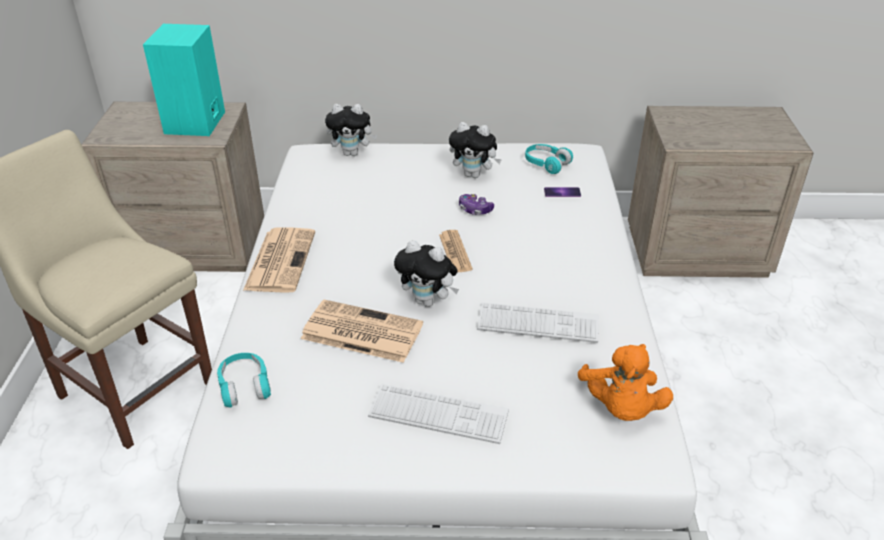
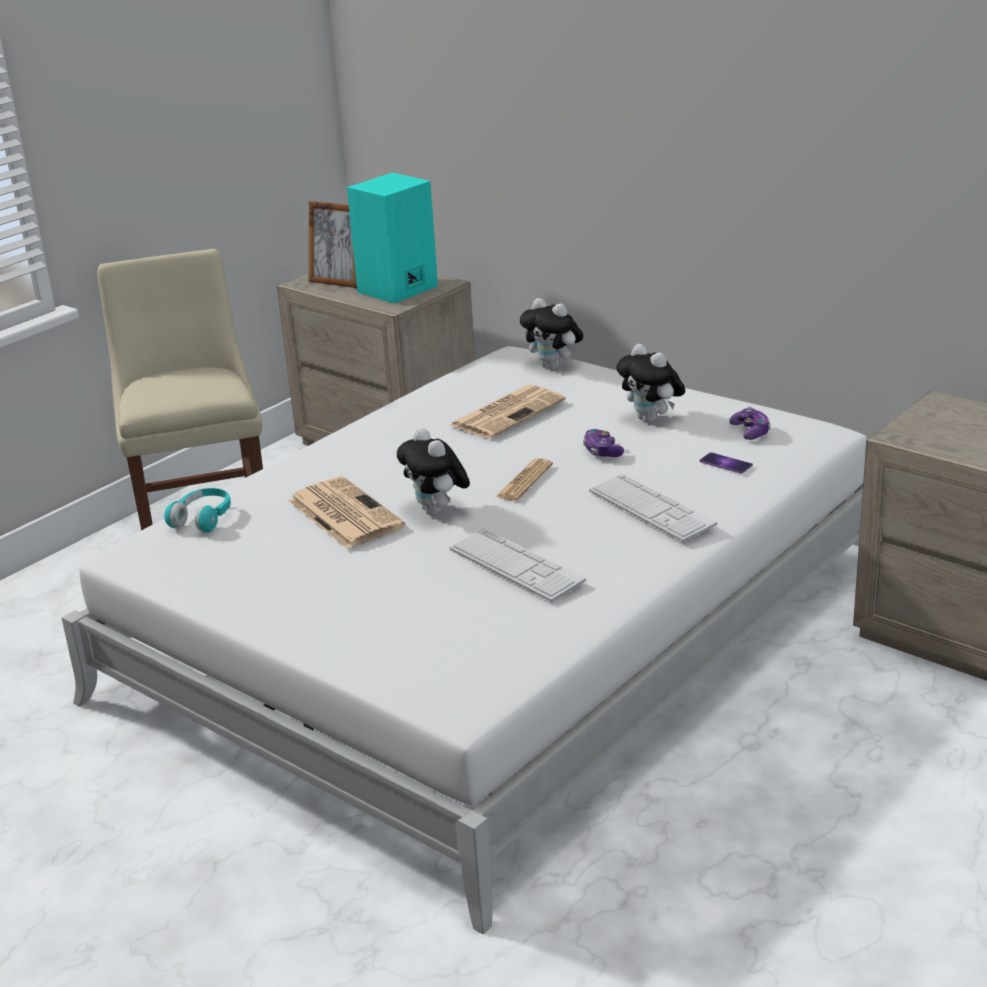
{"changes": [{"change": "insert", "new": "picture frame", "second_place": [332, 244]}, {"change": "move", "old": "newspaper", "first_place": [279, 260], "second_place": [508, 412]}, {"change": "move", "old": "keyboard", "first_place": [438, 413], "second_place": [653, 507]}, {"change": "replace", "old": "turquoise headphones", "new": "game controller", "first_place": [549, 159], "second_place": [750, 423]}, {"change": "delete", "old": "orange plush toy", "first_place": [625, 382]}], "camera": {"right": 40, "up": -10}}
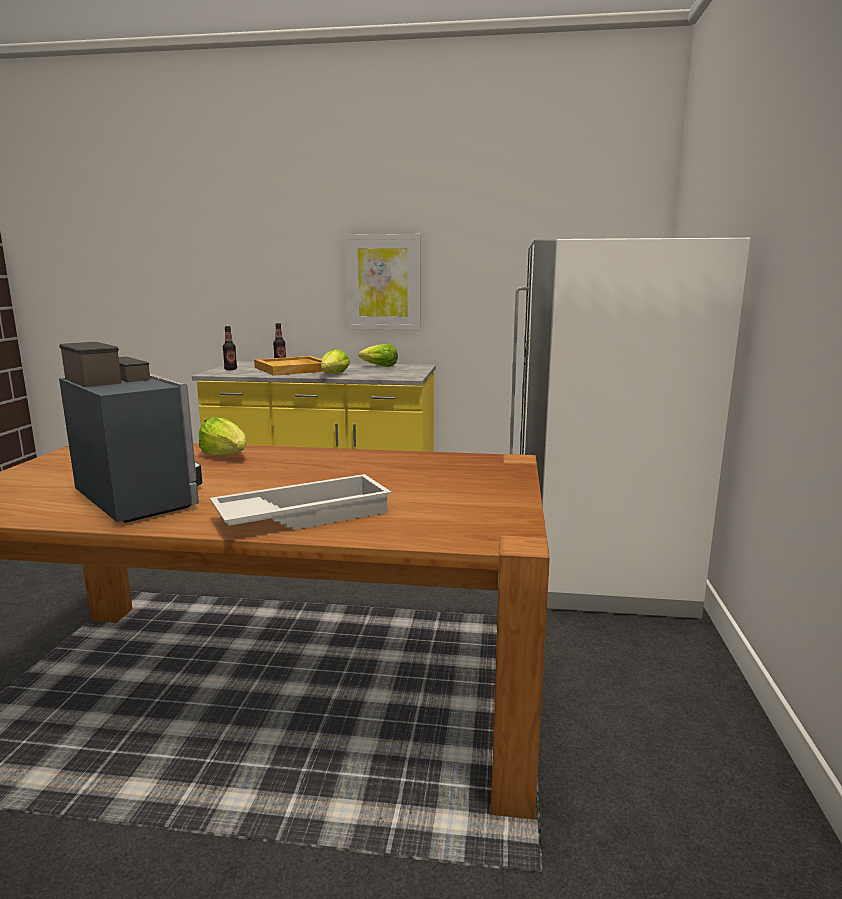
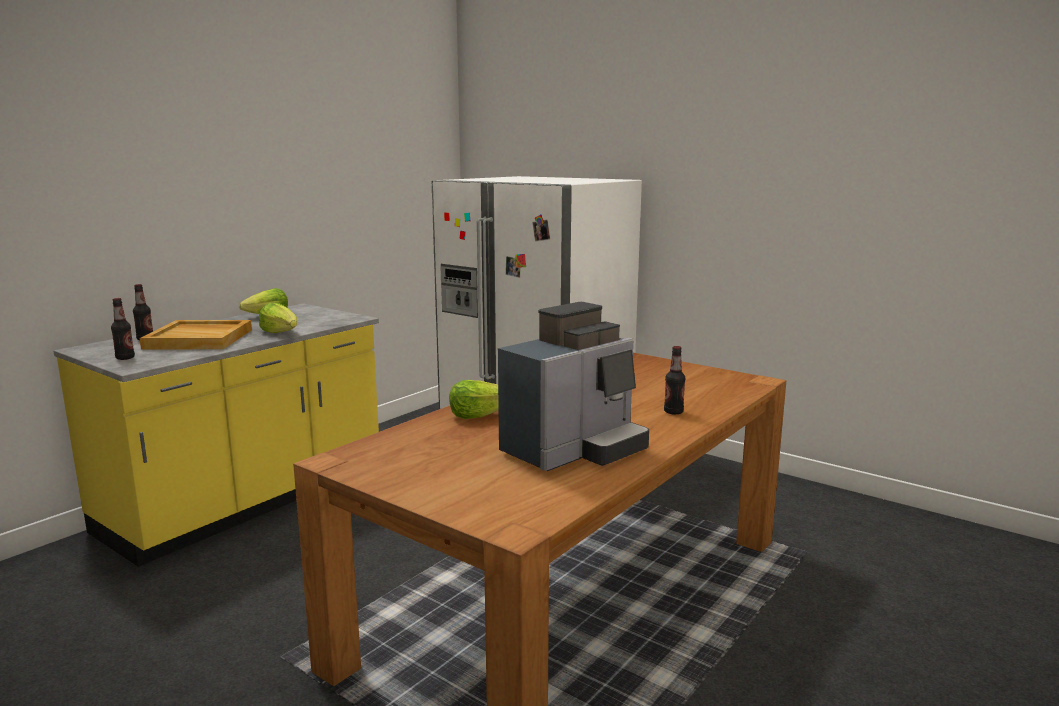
{"changes": [{"change": "rotate", "old": "coffee machine", "first_place": [130, 432], "second_place": [573, 386], "degrees": 150}, {"change": "replace", "old": "white tray", "new": "bottle", "first_place": [301, 502], "second_place": [674, 380]}, {"change": "delete", "old": "picture", "first_place": [383, 282]}], "camera": {"right": -60, "up": 0}}
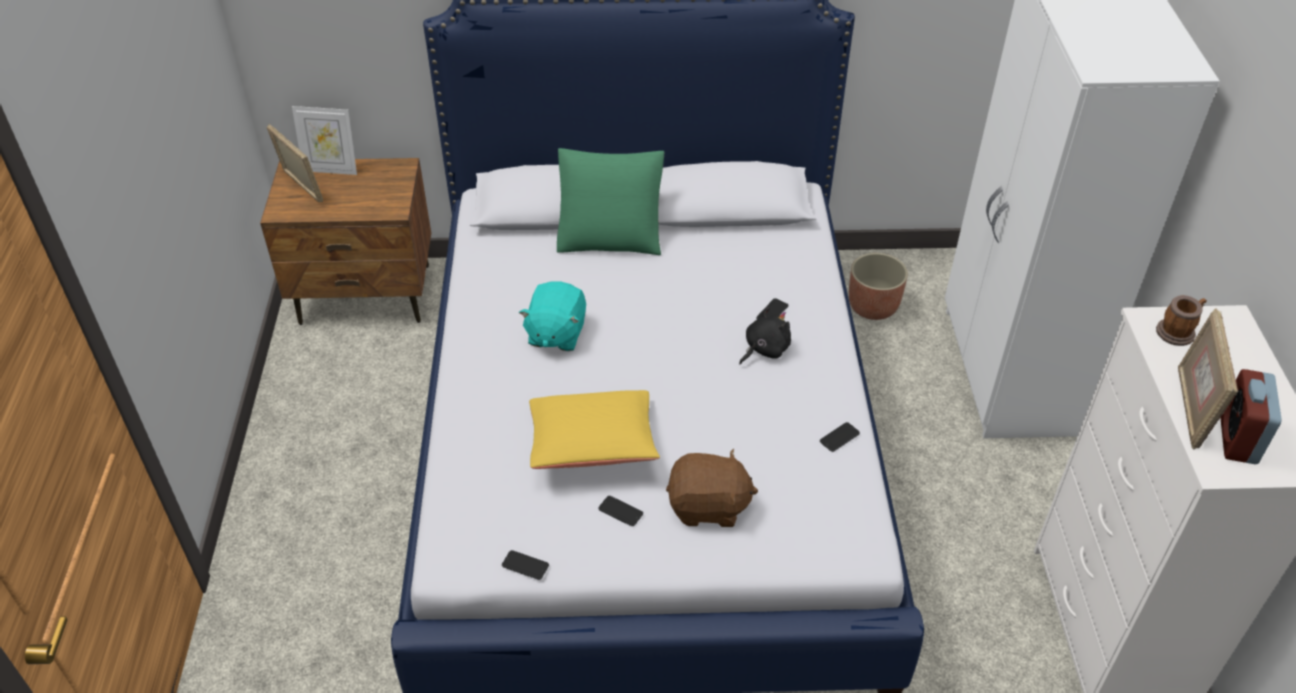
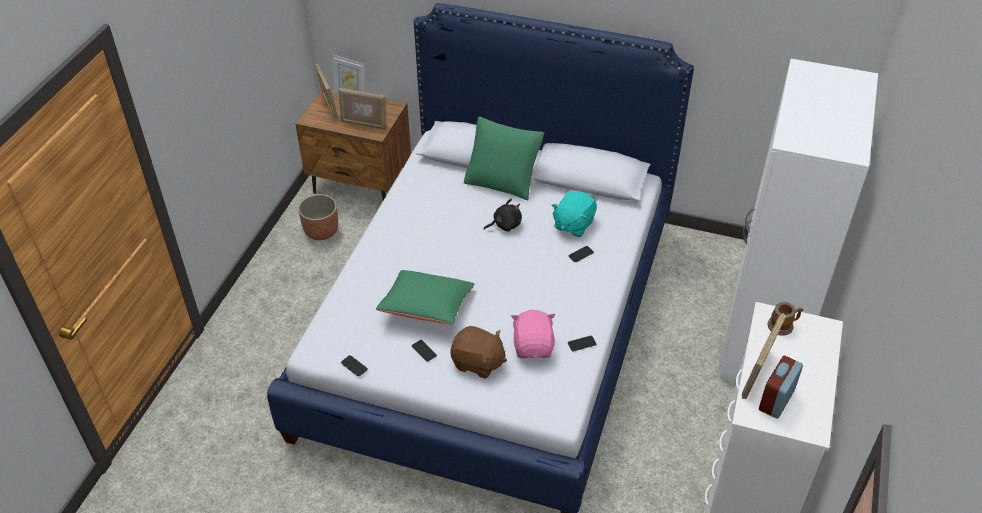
{"changes": [{"change": "move", "old": "planter", "first_place": [878, 286], "second_place": [318, 217]}, {"change": "insert", "new": "picture frame", "second_place": [362, 109]}, {"change": "recolor", "old": "yellow pillow", "new": "green pillow", "first_place": [594, 429], "second_place": [425, 297]}, {"change": "move", "old": "black plush toy", "first_place": [765, 335], "second_place": [503, 215]}, {"change": "insert", "new": "pink plush toy", "second_place": [533, 334]}, {"change": "move", "old": "turquoise plush toy", "first_place": [552, 316], "second_place": [574, 214]}], "camera": {"right": 20, "up": 0}}
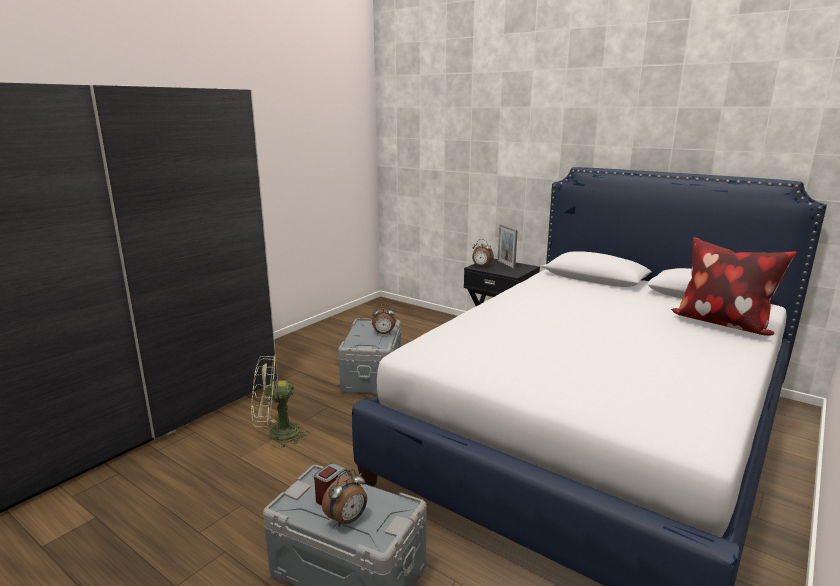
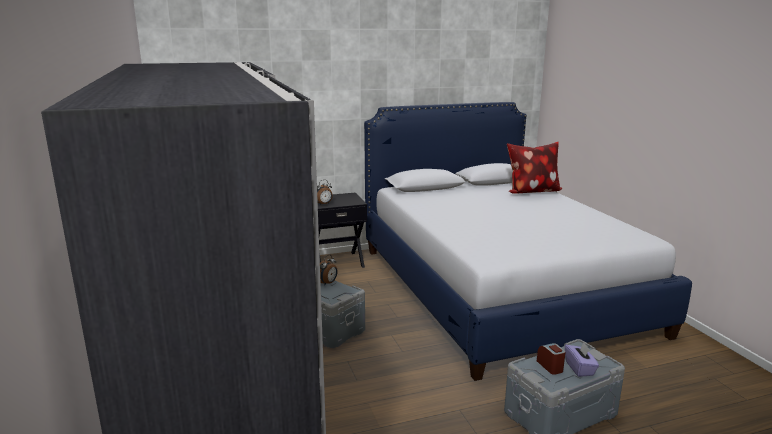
{"changes": [{"change": "replace", "old": "alarm clock", "new": "purple tissue box", "first_place": [344, 498], "second_place": [582, 359]}, {"change": "delete", "old": "green fan", "first_place": [280, 402]}, {"change": "delete", "old": "picture frame", "first_place": [508, 247]}], "camera": {"right": -55, "up": 0}}
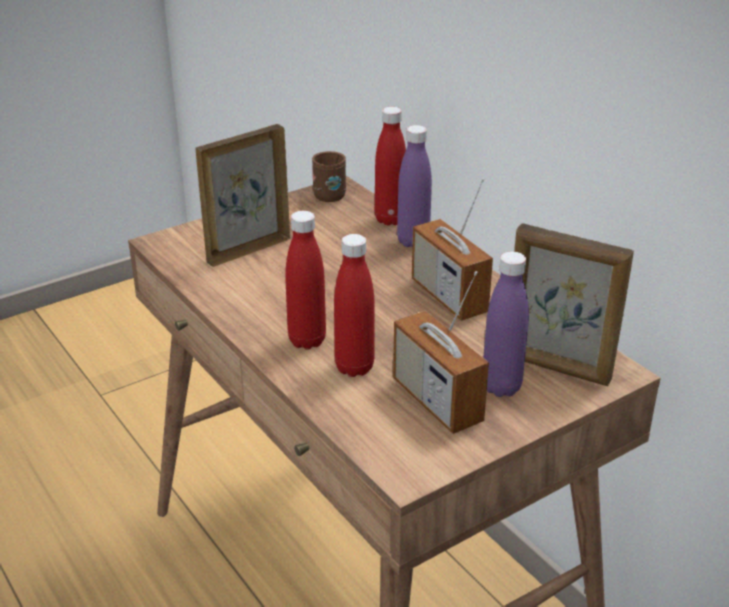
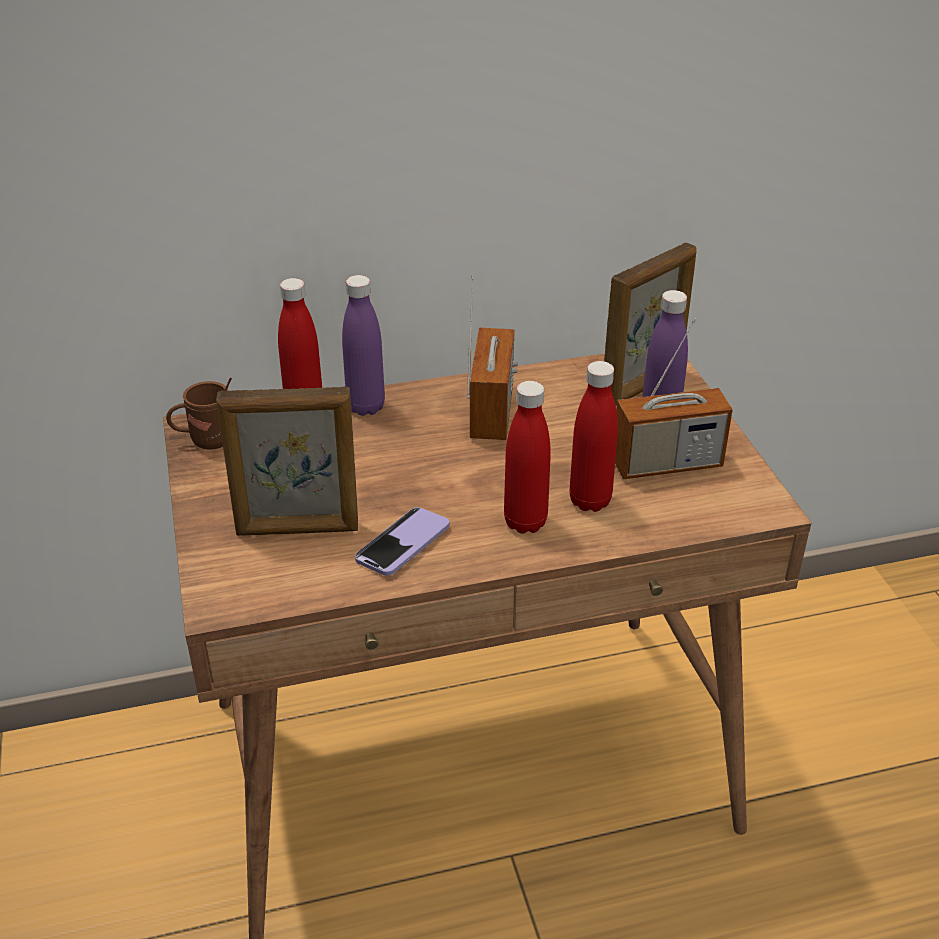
{"changes": [{"change": "rotate", "old": "picture frame", "first_place": [242, 195], "second_place": [287, 461], "degrees": -75}, {"change": "insert", "new": "phone", "second_place": [402, 541]}, {"change": "rotate", "old": "radio", "first_place": [452, 249], "second_place": [492, 357], "degrees": -75}], "camera": {"right": -70, "up": 5}}
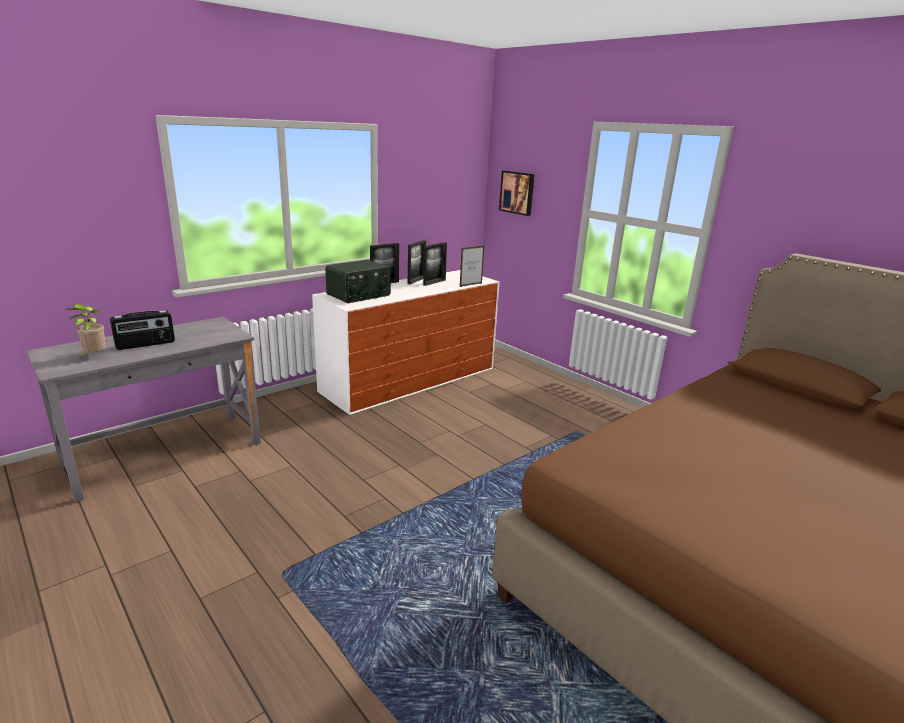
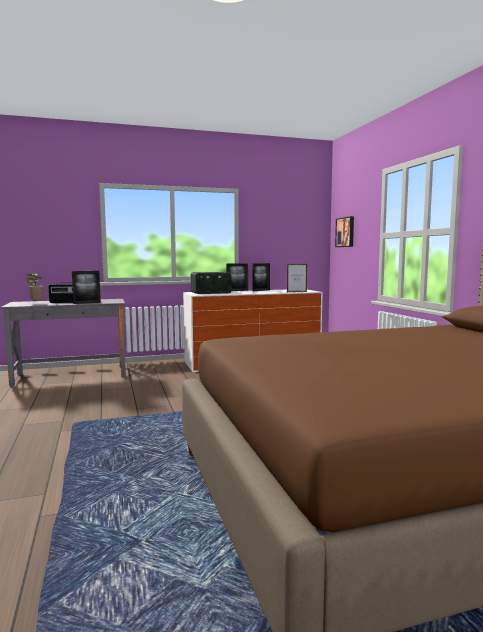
{"changes": [{"change": "move", "old": "picture frame", "first_place": [435, 264], "second_place": [86, 287]}], "camera": {"right": 25, "up": -15}}
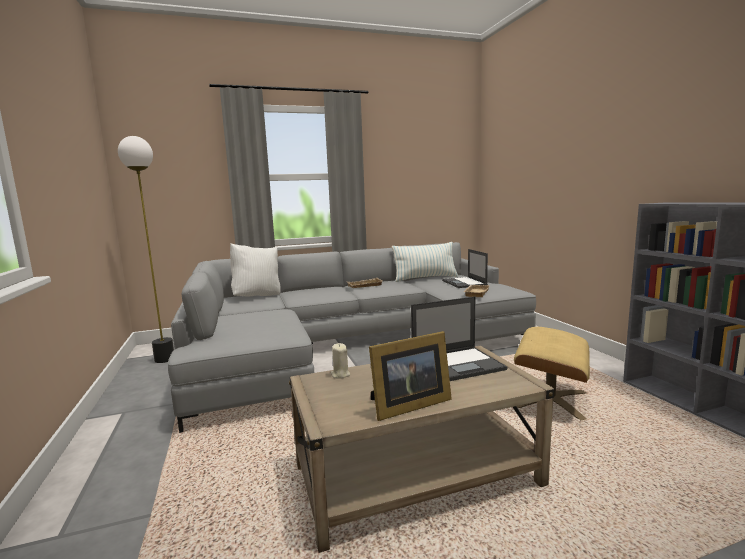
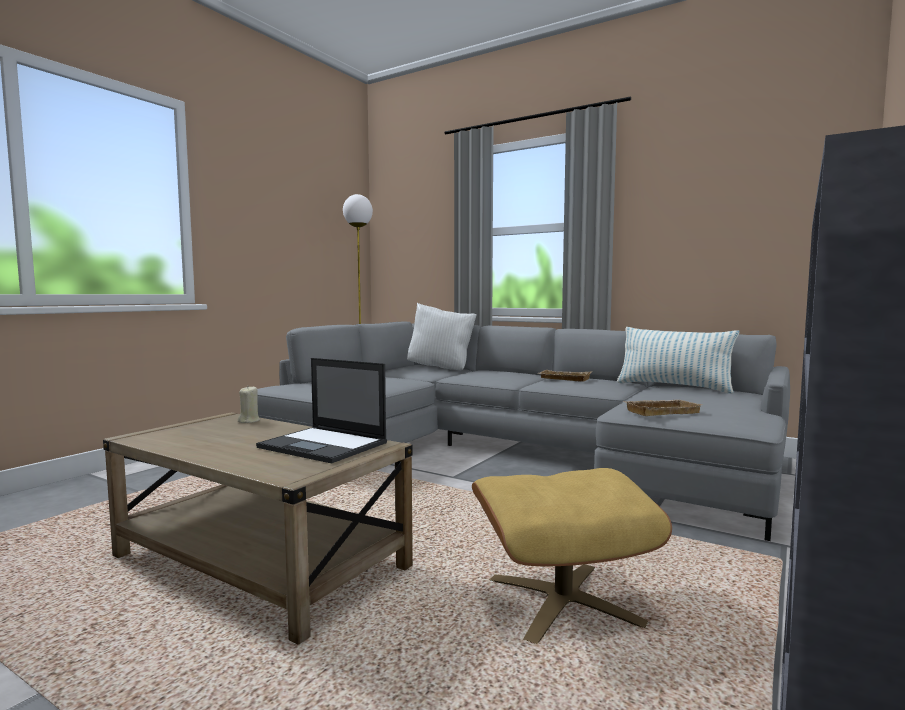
{"changes": [{"change": "delete", "old": "picture frame", "first_place": [410, 376]}, {"change": "delete", "old": "laptop", "first_place": [465, 268]}], "camera": {"right": 50, "up": -5}}
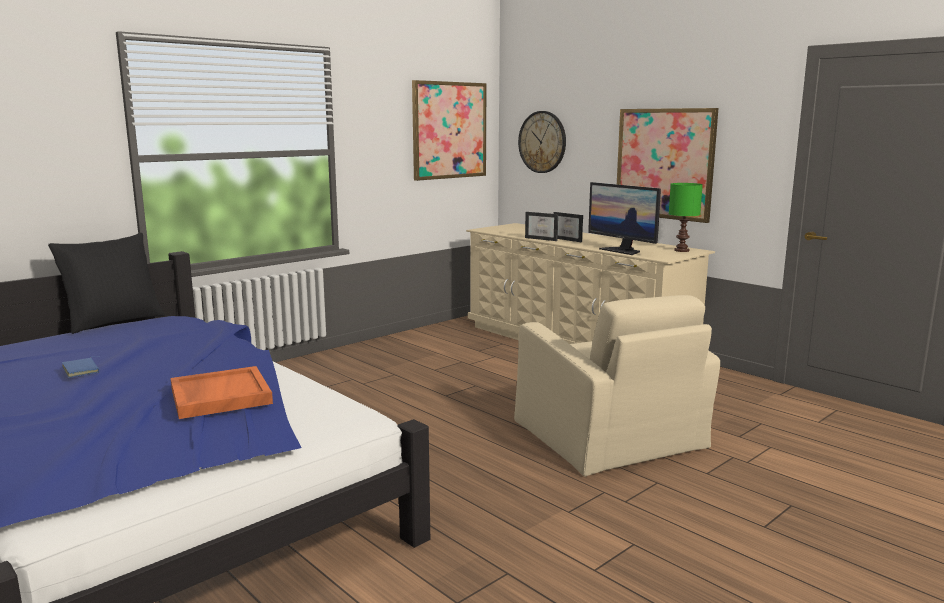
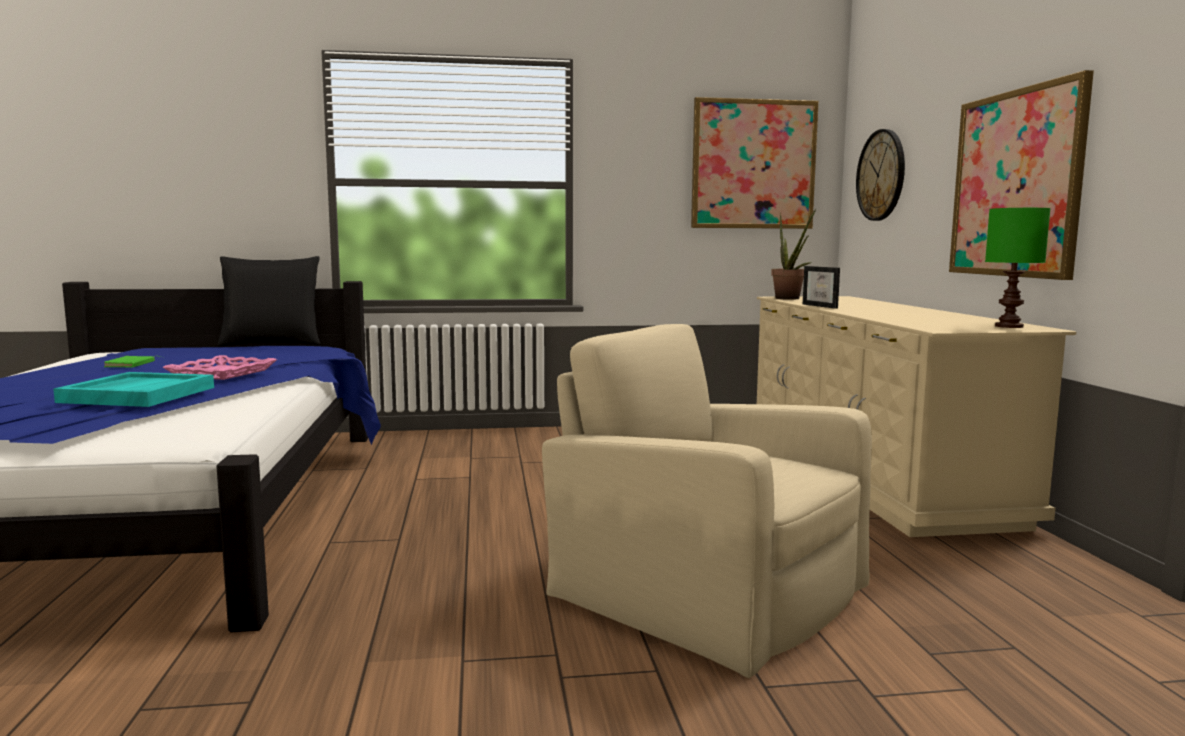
{"changes": [{"change": "recolor", "old": "orange tray", "new": "turquoise tray", "first_place": [222, 392], "second_place": [133, 389]}, {"change": "recolor", "old": "blue book", "new": "green book", "first_place": [80, 367], "second_place": [133, 362]}, {"change": "insert", "new": "pink tray", "second_place": [220, 367]}, {"change": "rotate", "old": "beige armchair", "first_place": [617, 386], "second_place": [707, 501], "degrees": 120}, {"change": "insert", "new": "potted plant", "second_place": [793, 254]}, {"change": "delete", "old": "picture frame", "first_place": [568, 227]}, {"change": "delete", "old": "monitor", "first_place": [624, 218]}], "camera": {"right": 35, "up": -5}}
